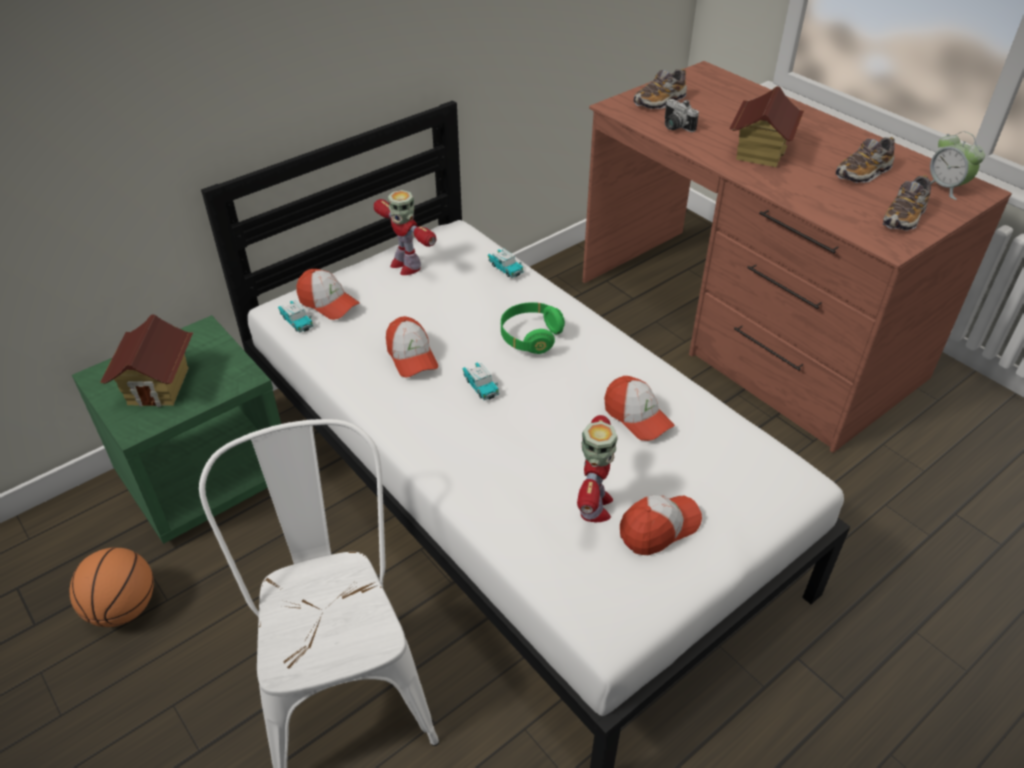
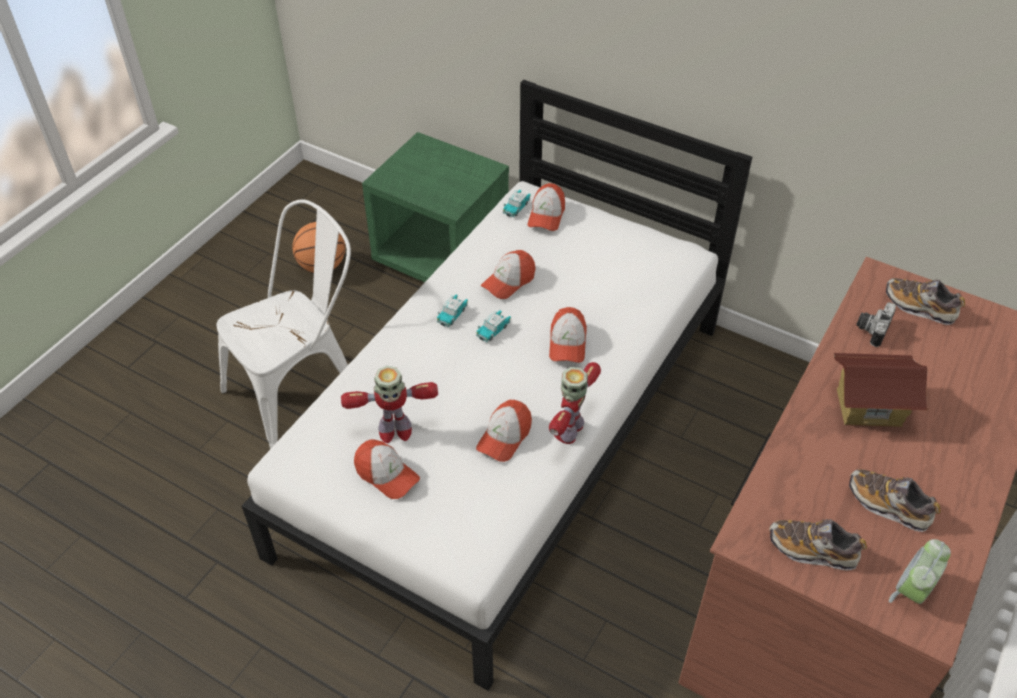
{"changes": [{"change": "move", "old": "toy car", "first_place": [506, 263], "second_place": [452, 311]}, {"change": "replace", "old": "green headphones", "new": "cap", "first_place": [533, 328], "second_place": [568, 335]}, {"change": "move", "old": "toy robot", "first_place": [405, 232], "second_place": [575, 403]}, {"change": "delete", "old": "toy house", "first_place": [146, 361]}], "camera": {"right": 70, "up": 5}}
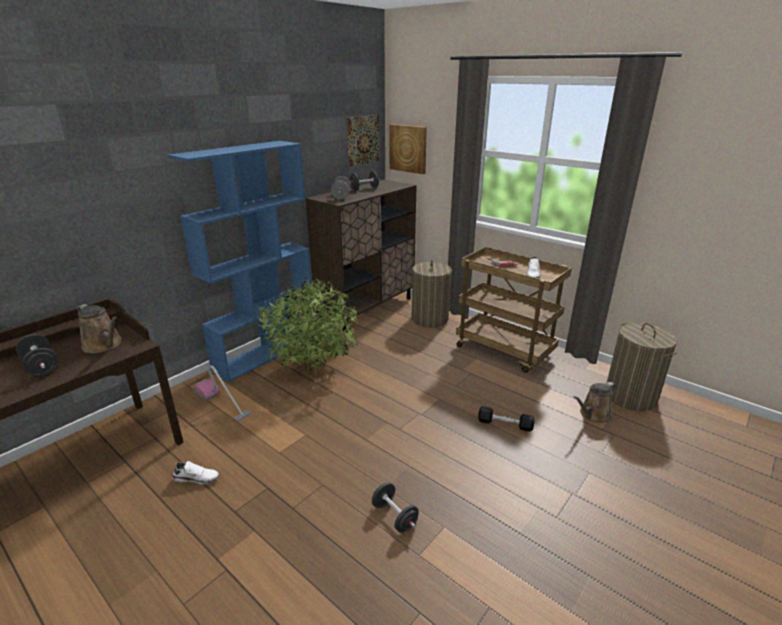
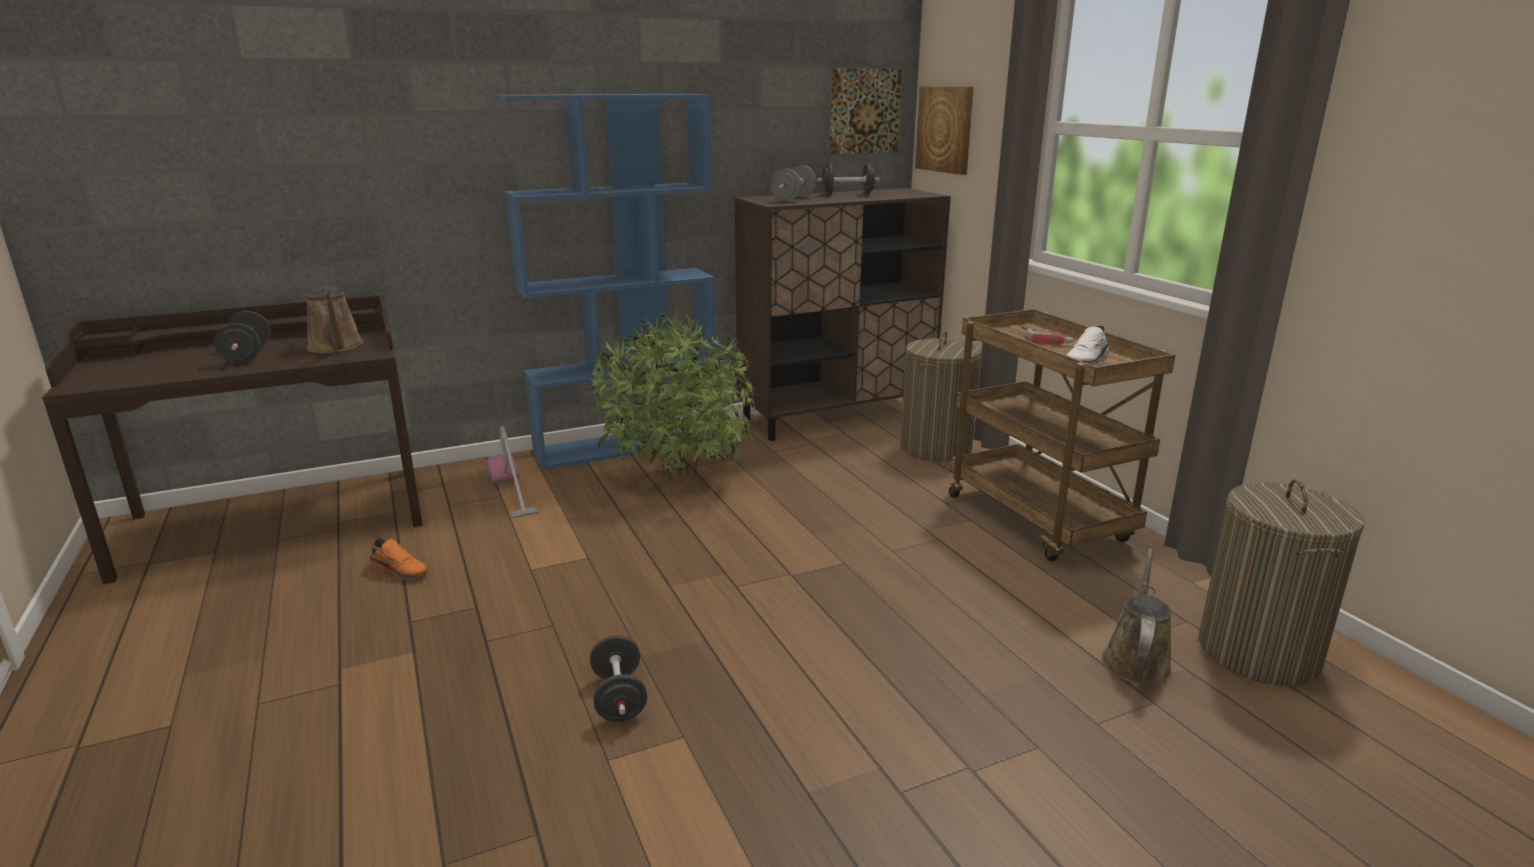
{"changes": [{"change": "recolor", "old": "white shoe", "new": "orange shoe", "first_place": [195, 473], "second_place": [399, 559]}, {"change": "rotate", "old": "brown watering can", "first_place": [594, 402], "second_place": [1137, 617], "degrees": 120}, {"change": "delete", "old": "black dumbbell", "first_place": [506, 419]}], "camera": {"right": 25, "up": -5}}
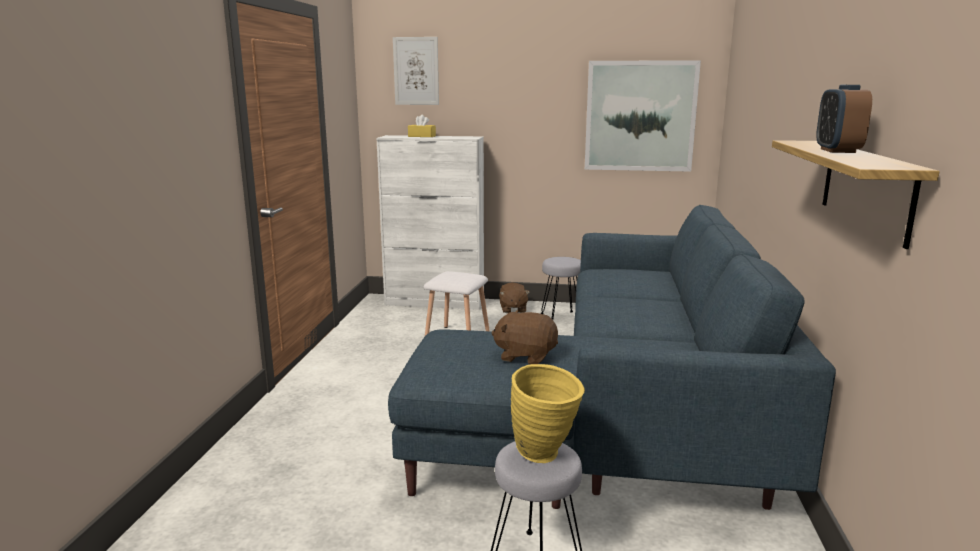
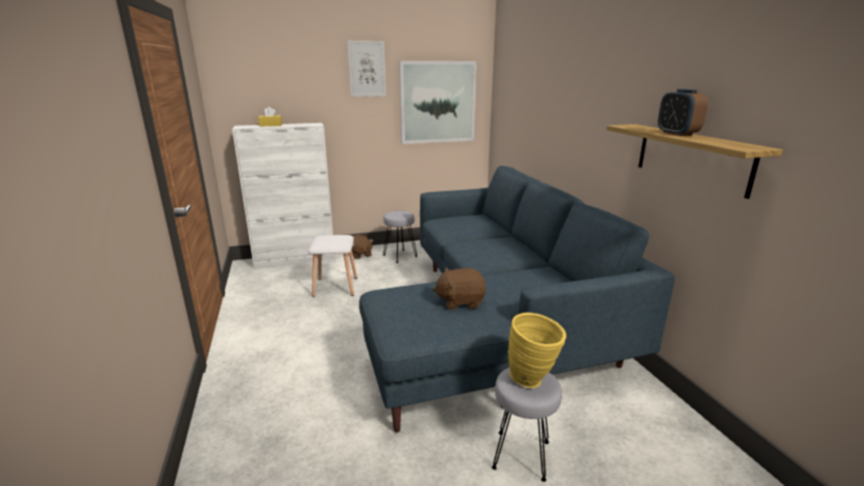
{"changes": [{"change": "move", "old": "picture", "first_place": [416, 71], "second_place": [366, 69]}], "camera": {"right": -25, "up": 5}}
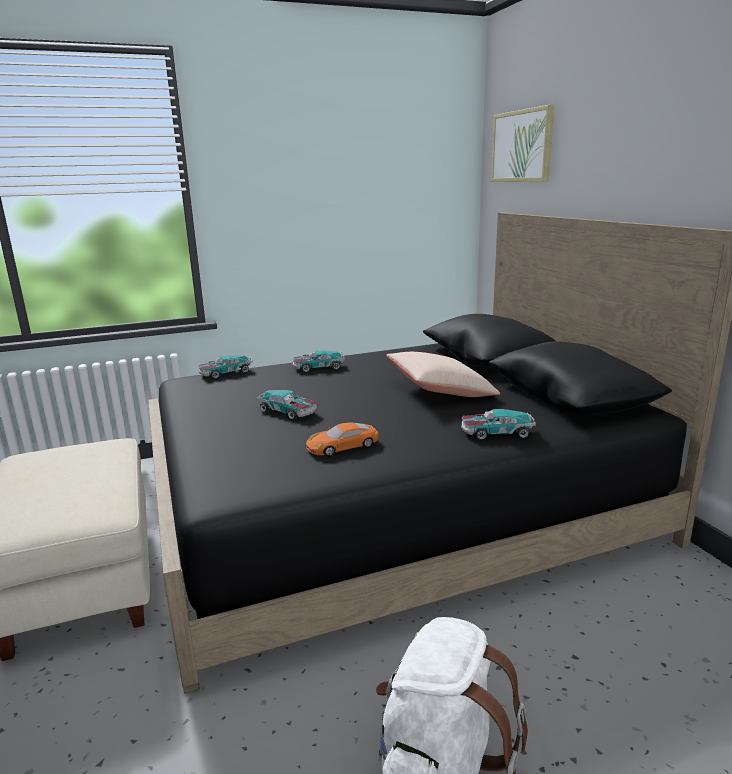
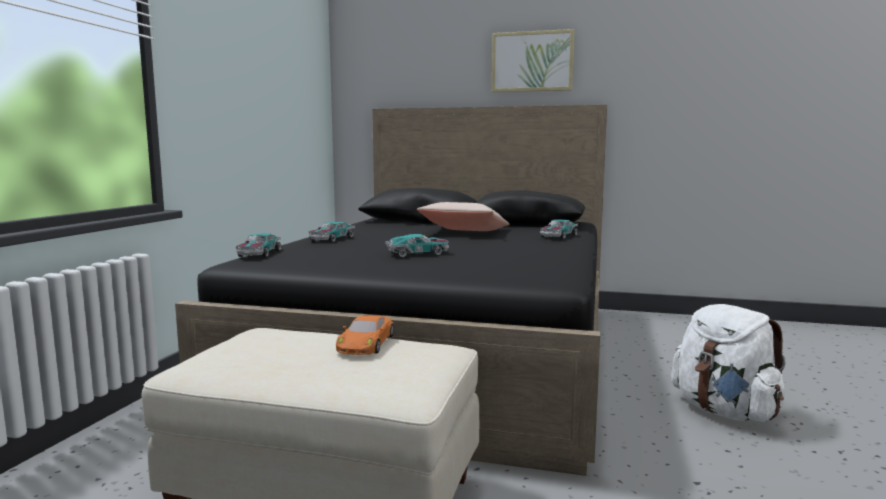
{"changes": [{"change": "move", "old": "orange toy car", "first_place": [342, 440], "second_place": [365, 335]}, {"change": "move", "old": "picture", "first_place": [522, 143], "second_place": [533, 60]}], "camera": {"right": -55, "up": -10}}
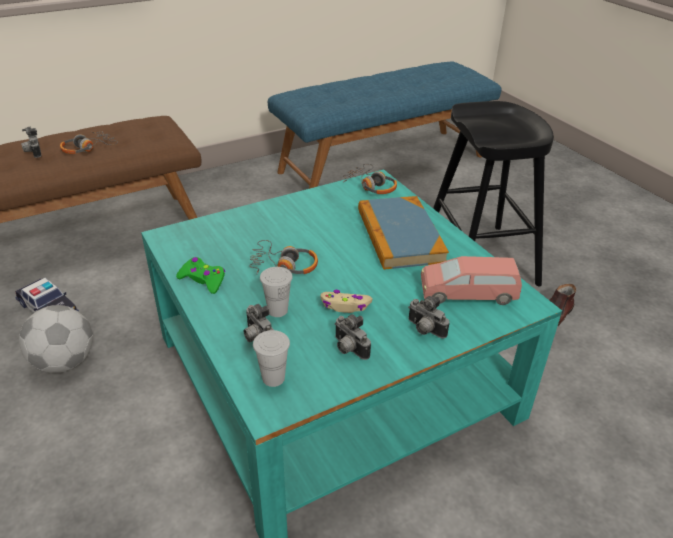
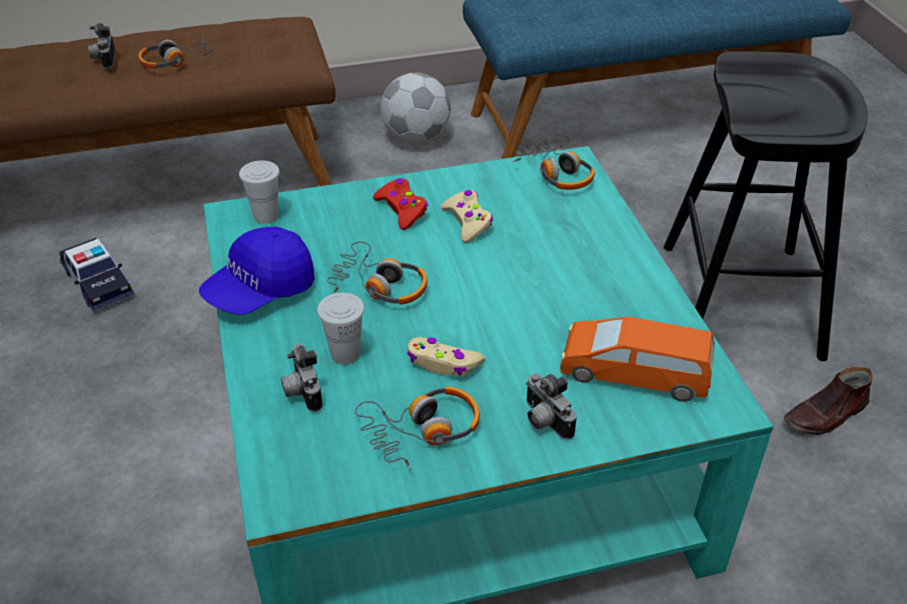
{"changes": [{"change": "replace", "old": "green game controller", "new": "blue cap", "first_place": [200, 275], "second_place": [257, 271]}, {"change": "move", "old": "white cup", "first_place": [271, 358], "second_place": [259, 192]}, {"change": "replace", "old": "photo camera", "new": "headphones", "first_place": [353, 337], "second_place": [417, 428]}, {"change": "insert", "new": "red game controller", "second_place": [400, 204]}, {"change": "move", "old": "football", "first_place": [56, 339], "second_place": [415, 108]}, {"change": "insert", "new": "beige game controller", "second_place": [467, 216]}, {"change": "recolor", "old": "pink toy car", "new": "orange toy car", "first_place": [471, 280], "second_place": [637, 359]}, {"change": "delete", "old": "book", "first_place": [403, 233]}], "camera": {"right": 15, "up": 5}}
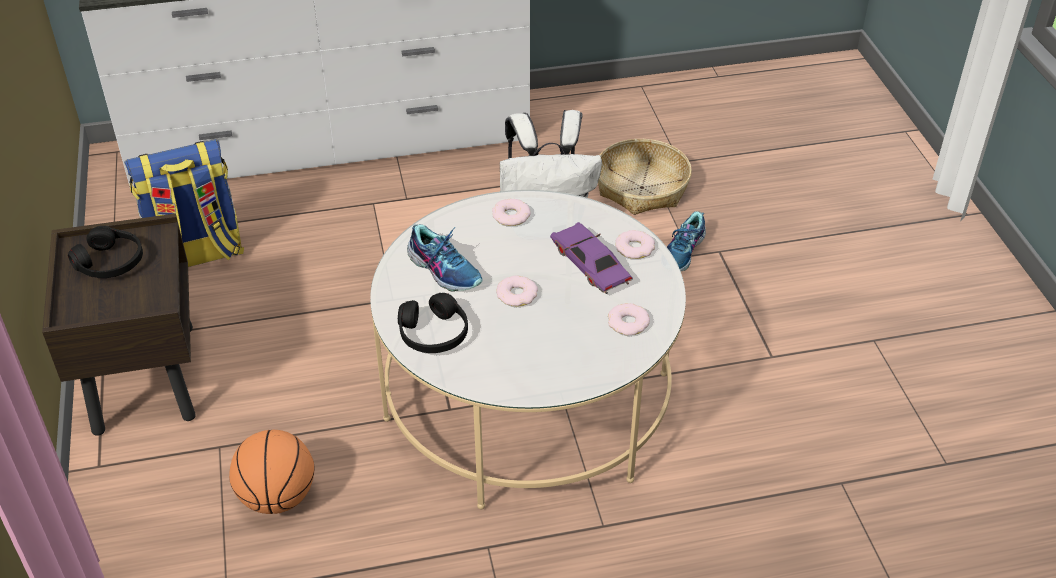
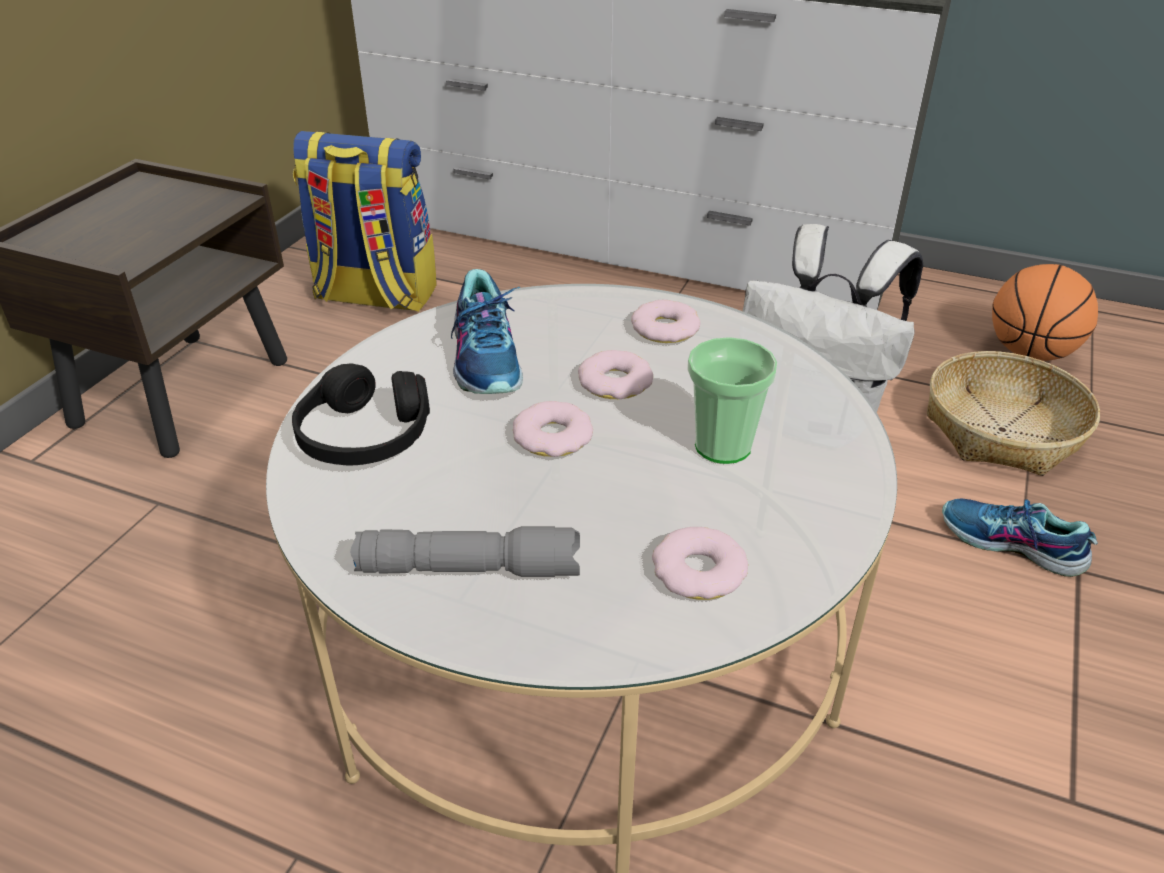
{"changes": [{"change": "insert", "new": "grey flashlight", "second_place": [465, 551]}, {"change": "move", "old": "donut", "first_place": [635, 244], "second_place": [615, 374]}, {"change": "replace", "old": "purple toy car", "new": "cup", "first_place": [591, 258], "second_place": [732, 400]}, {"change": "rotate", "old": "shoe", "first_place": [686, 241], "second_place": [1020, 538], "degrees": 60}, {"change": "move", "old": "basketball", "first_place": [272, 472], "second_place": [1045, 312]}, {"change": "delete", "old": "black headphones", "first_place": [105, 252]}], "camera": {"right": 35, "up": -5}}
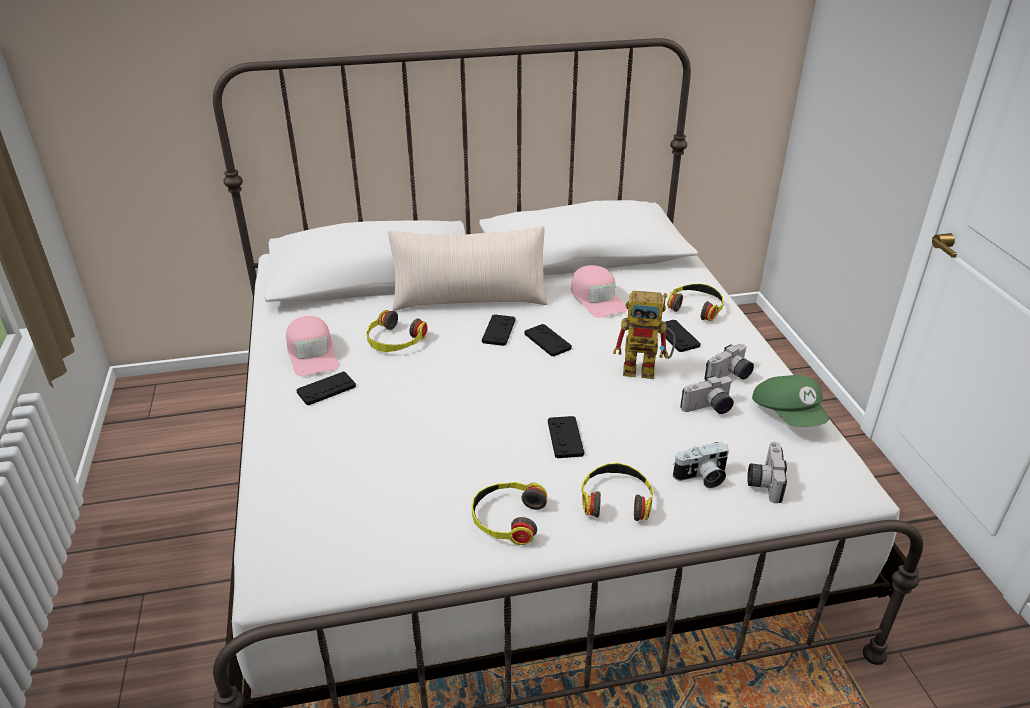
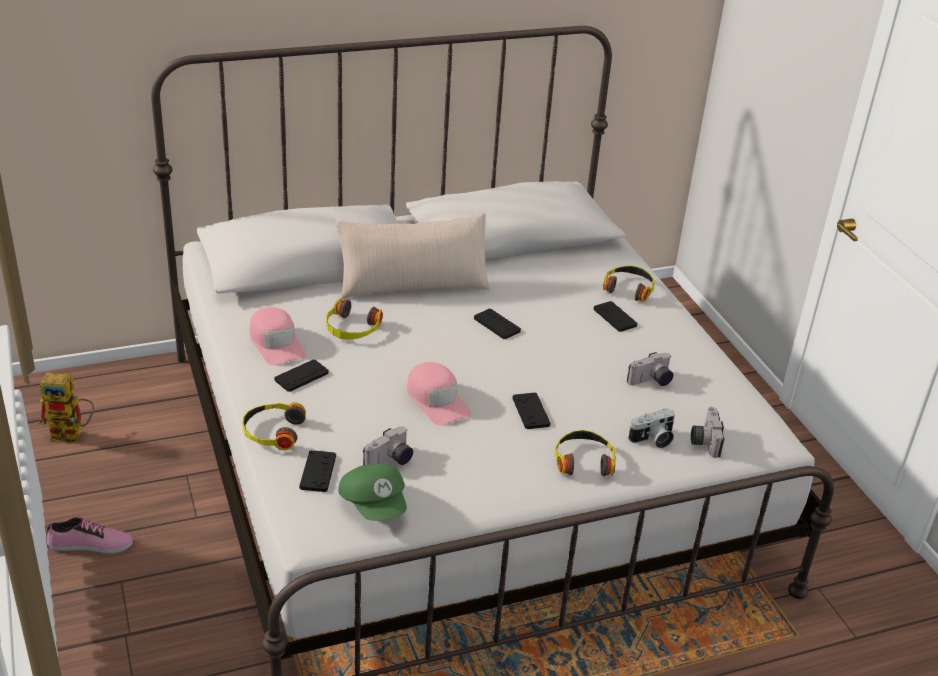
{"changes": [{"change": "move", "old": "toy robot", "first_place": [644, 335], "second_place": [66, 408]}, {"change": "insert", "new": "shoe", "second_place": [89, 535]}, {"change": "move", "old": "headphones", "first_place": [509, 513], "second_place": [274, 426]}, {"change": "move", "old": "black game controller", "first_place": [498, 330], "second_place": [317, 471]}, {"change": "move", "old": "green cap", "first_place": [790, 401], "second_place": [372, 492]}, {"change": "move", "old": "photo camera", "first_place": [729, 362], "second_place": [388, 445]}, {"change": "move", "old": "pink cap", "first_place": [599, 291], "second_place": [439, 393]}], "camera": {"right": -10, "up": 0}}
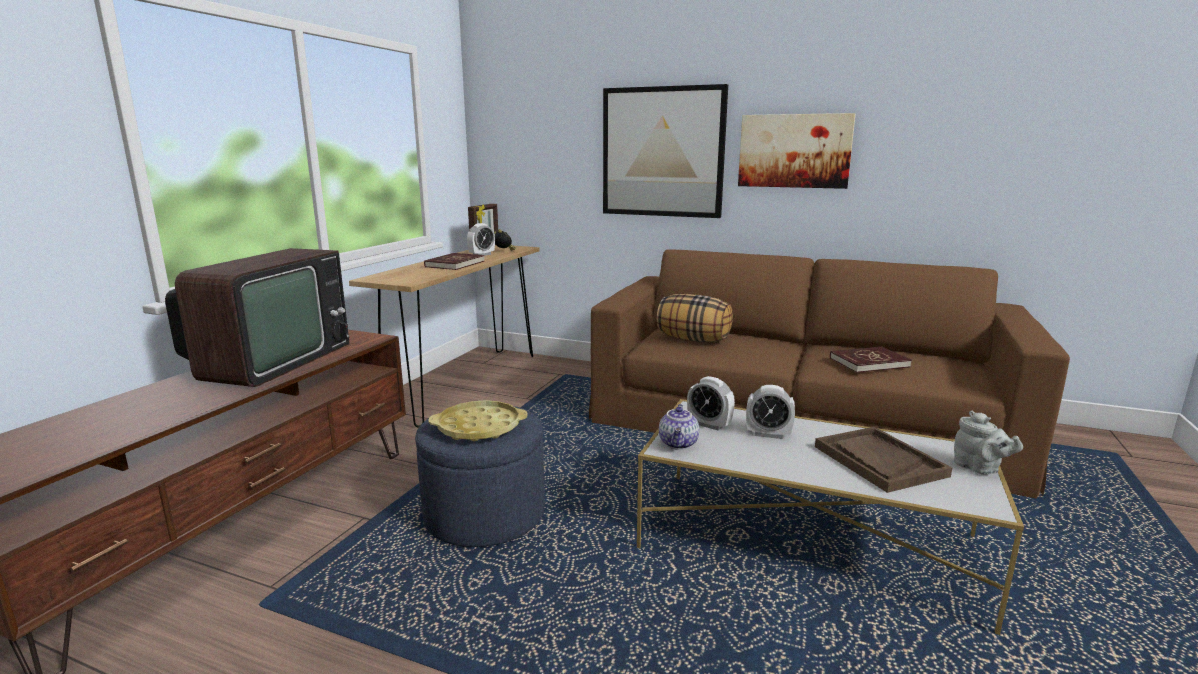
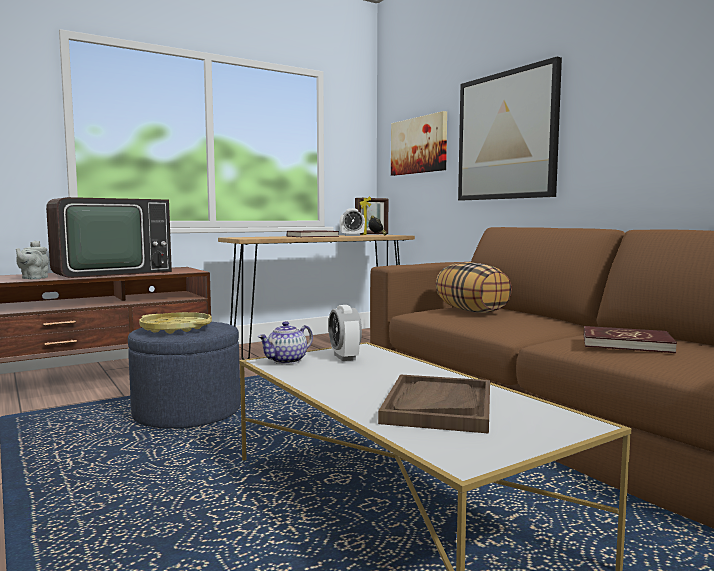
{"changes": [{"change": "move", "old": "grey teapot", "first_place": [988, 442], "second_place": [32, 260]}, {"change": "move", "old": "picture", "first_place": [797, 151], "second_place": [419, 143]}, {"change": "delete", "old": "alarm clock", "first_place": [770, 412]}], "camera": {"right": 35, "up": -10}}
